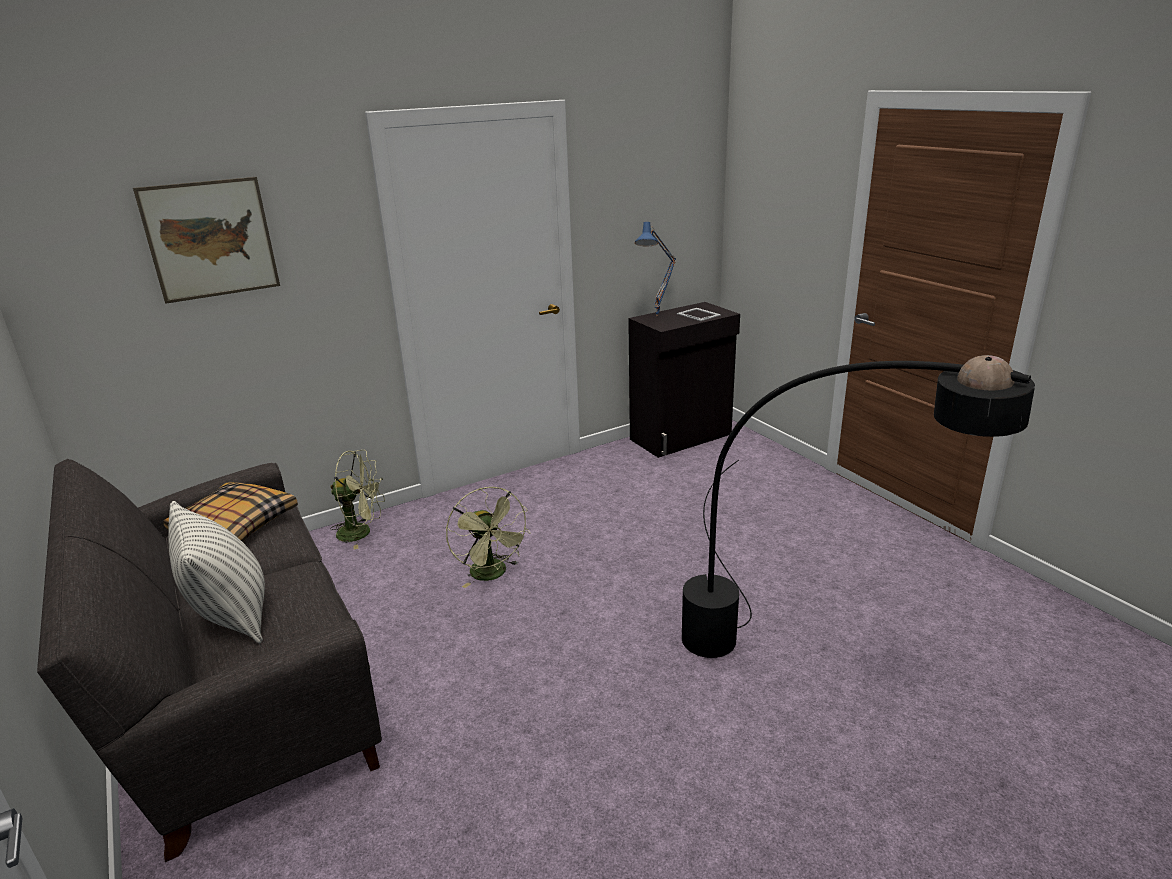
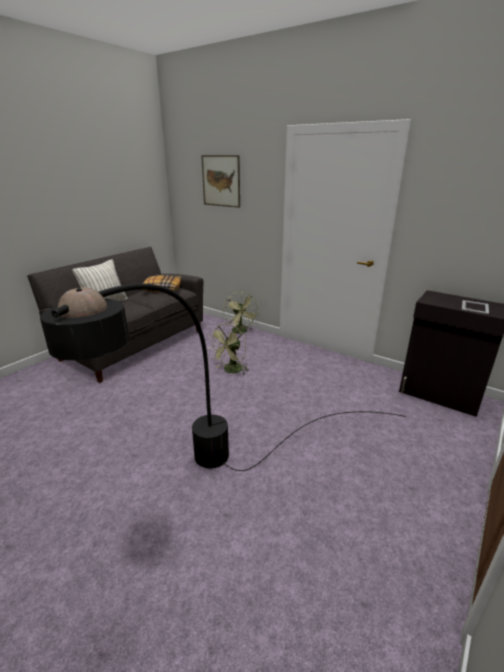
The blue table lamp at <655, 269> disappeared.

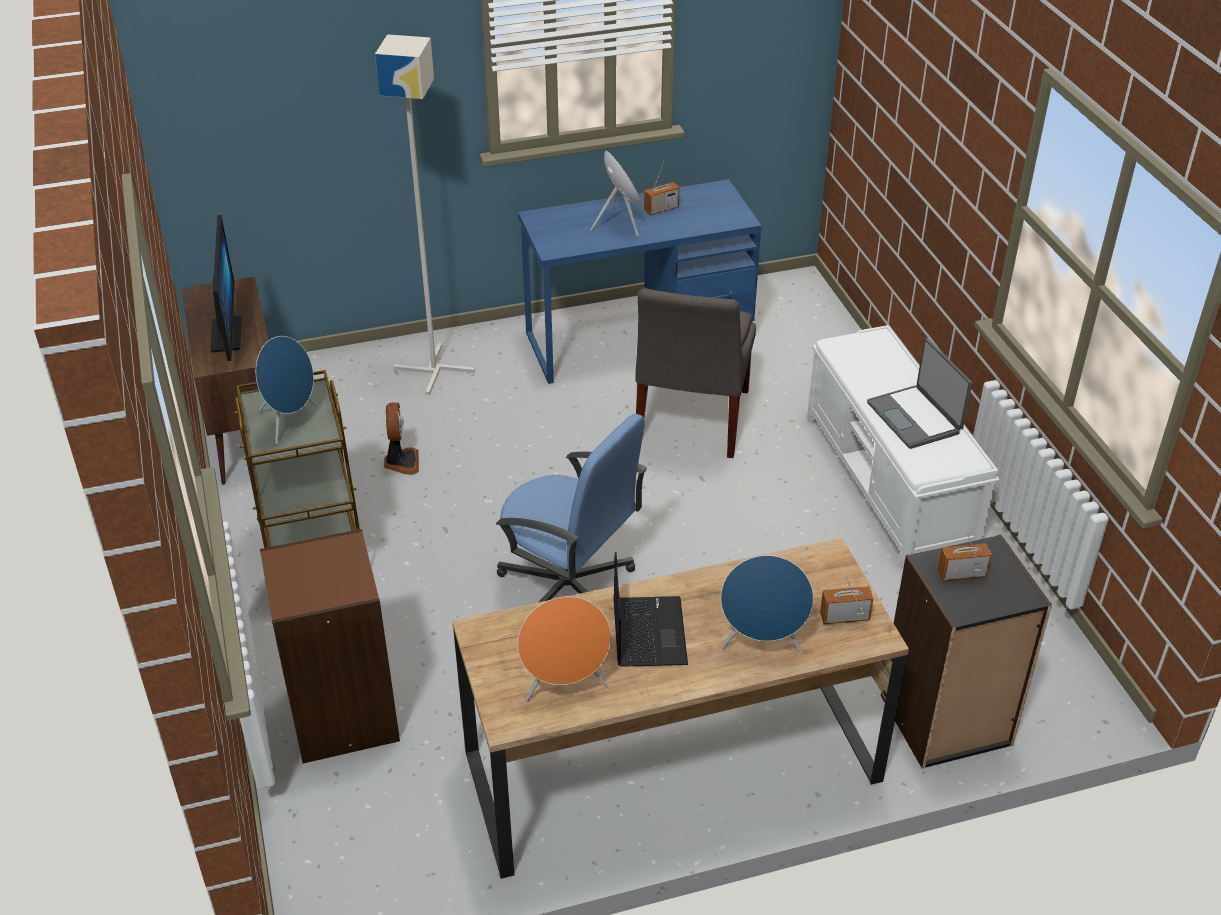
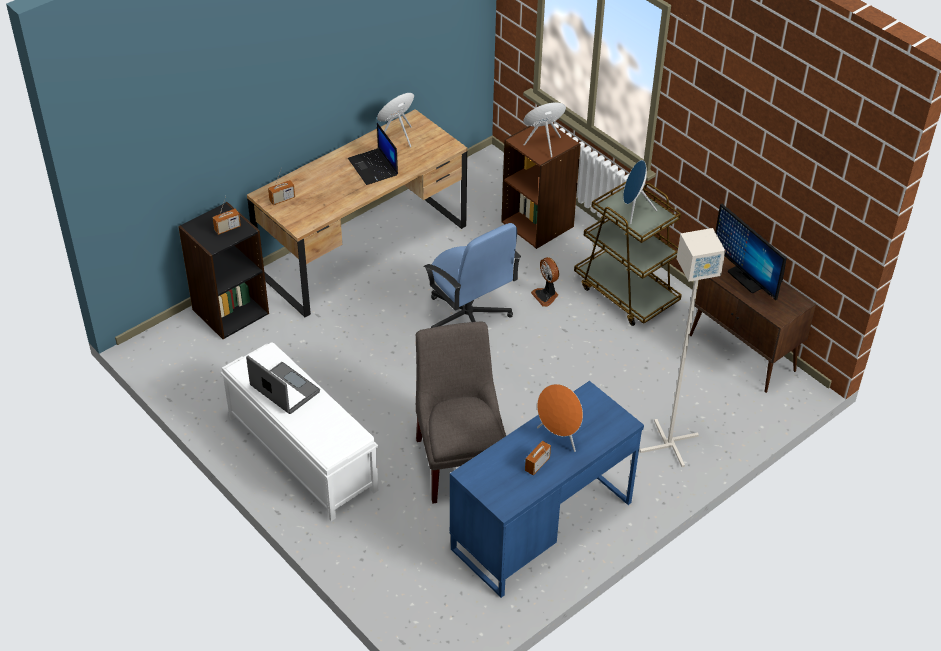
The fan moved from <401, 438> to <545, 282>. The blue office chair at <571, 508> turned 135 degrees counterclockwise. The blue speaker moved from <767, 605> to <544, 129>.

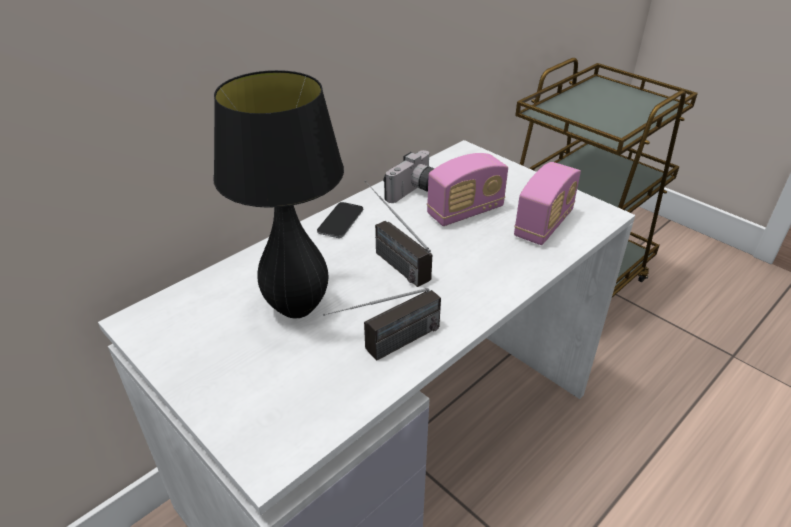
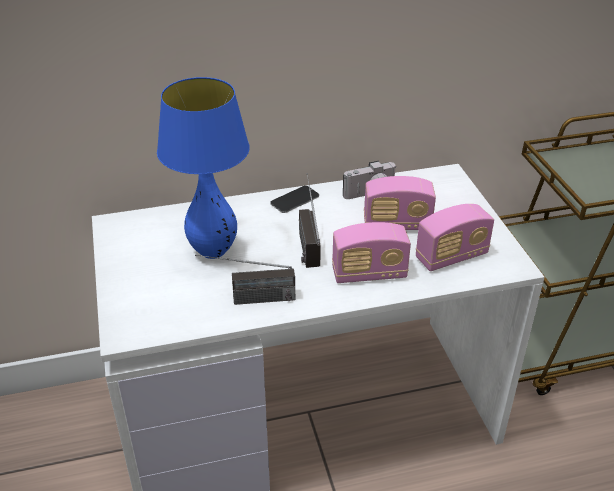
The black table lamp at <278, 194> became the blue table lamp at <203, 168>. The radio at <371, 252> appeared.

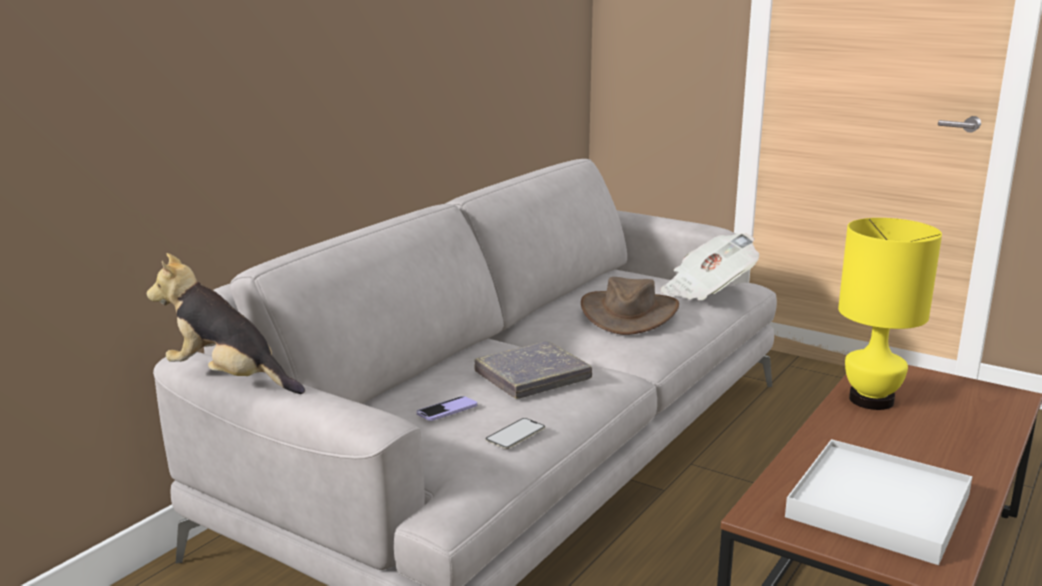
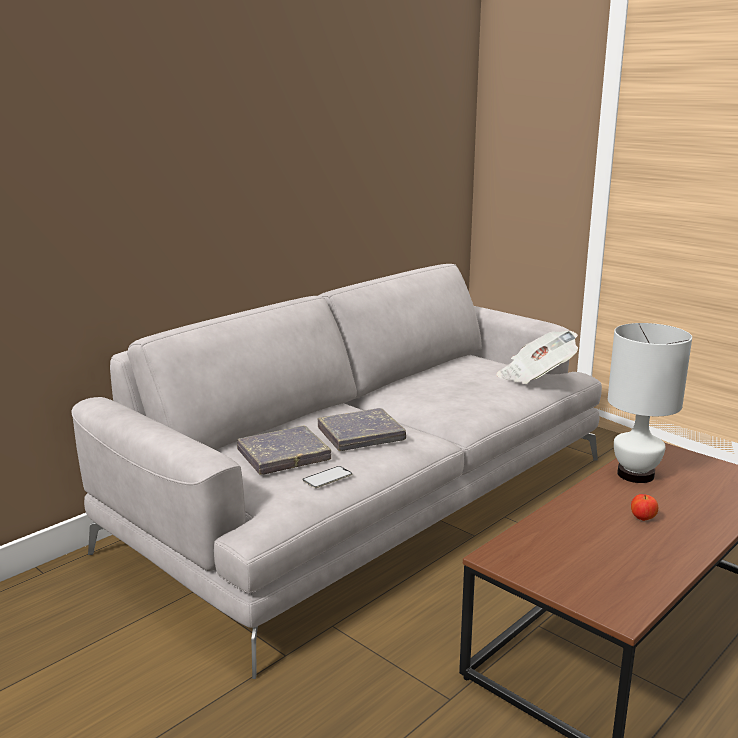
The plush toy at <226, 323> disappeared. The phone at <447, 408> was replaced by the grey book at <284, 450>. The brown hat at <630, 306> disappeared. The white tray at <878, 502> disappeared. The yellow table lamp at <890, 314> became the white table lamp at <650, 403>. The apple at <644, 507> appeared.

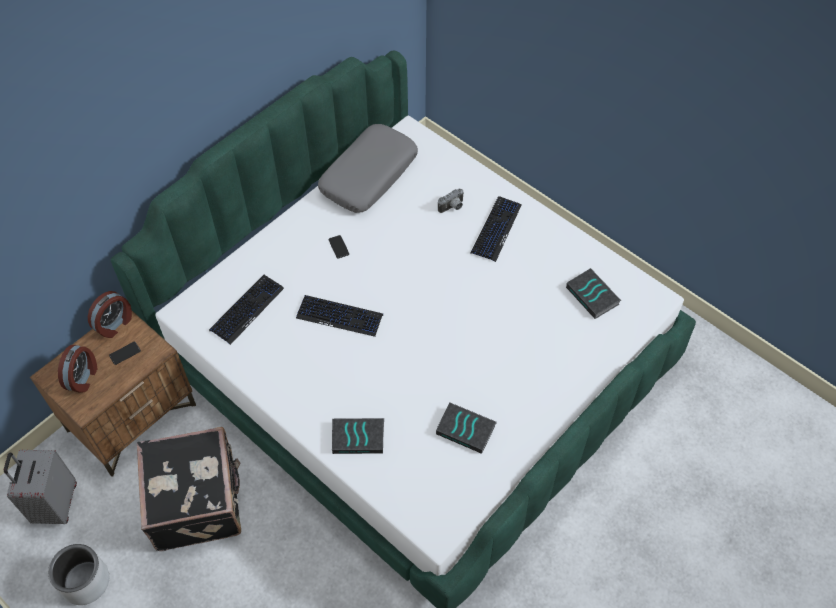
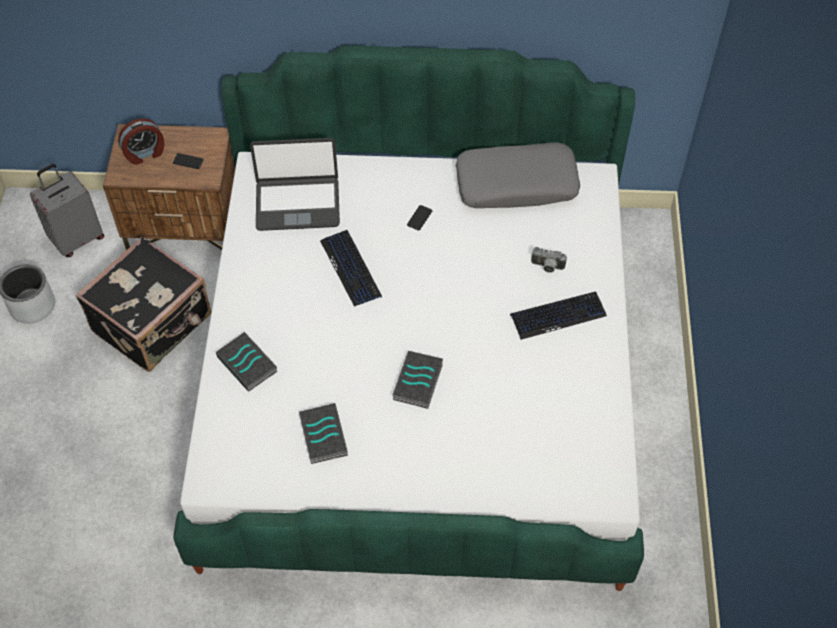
The alarm clock at <110, 314> disappeared. The keyboard at <246, 310> was replaced by the laptop at <295, 184>. The book moved from <593, 293> to <418, 380>.

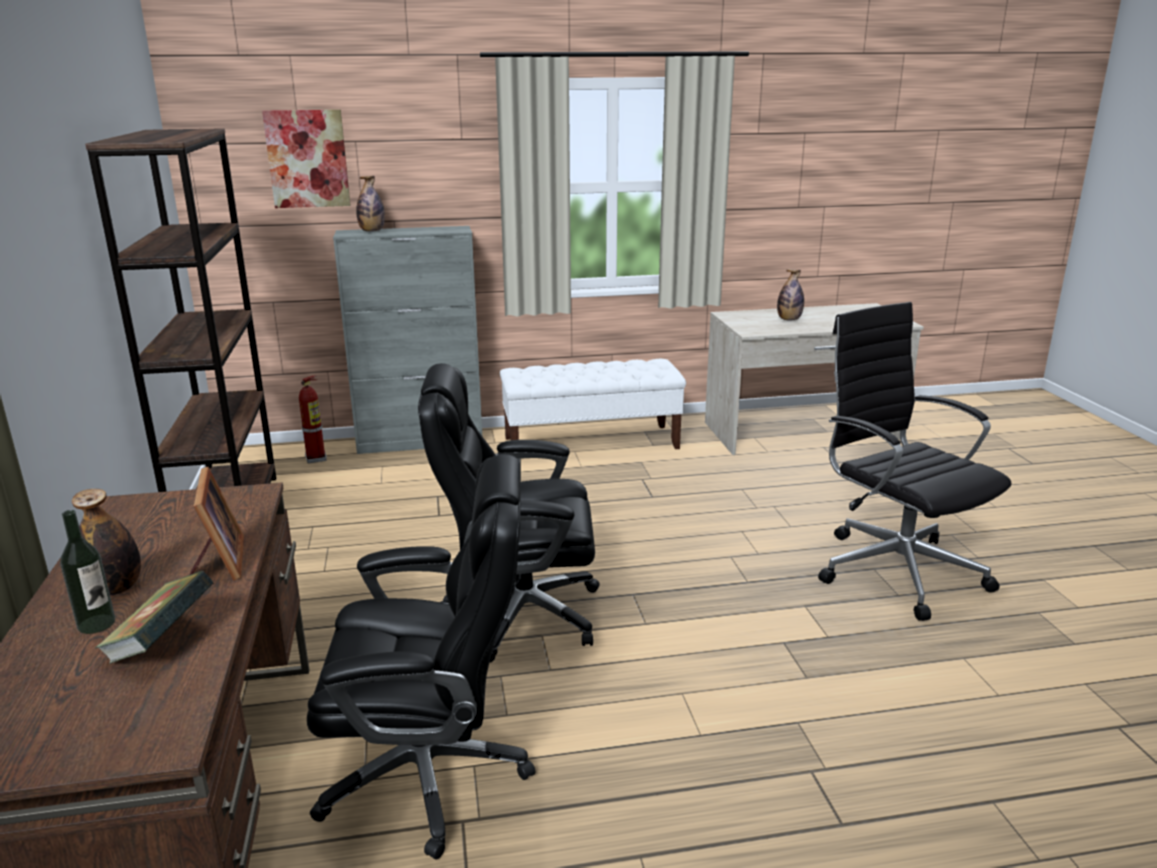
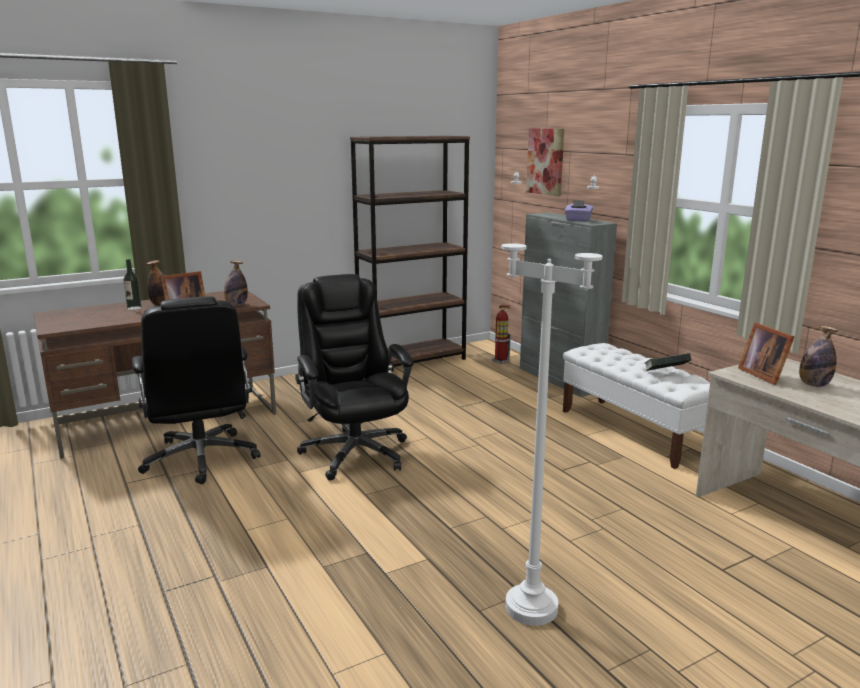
The book moved from <154, 617> to <668, 362>. The bottle moved from <370, 204> to <236, 283>. The black office chair at <914, 461> was replaced by the white floor lamp at <551, 398>. The purple tissue box at <578, 210> appeared. The picture frame at <766, 353> appeared.

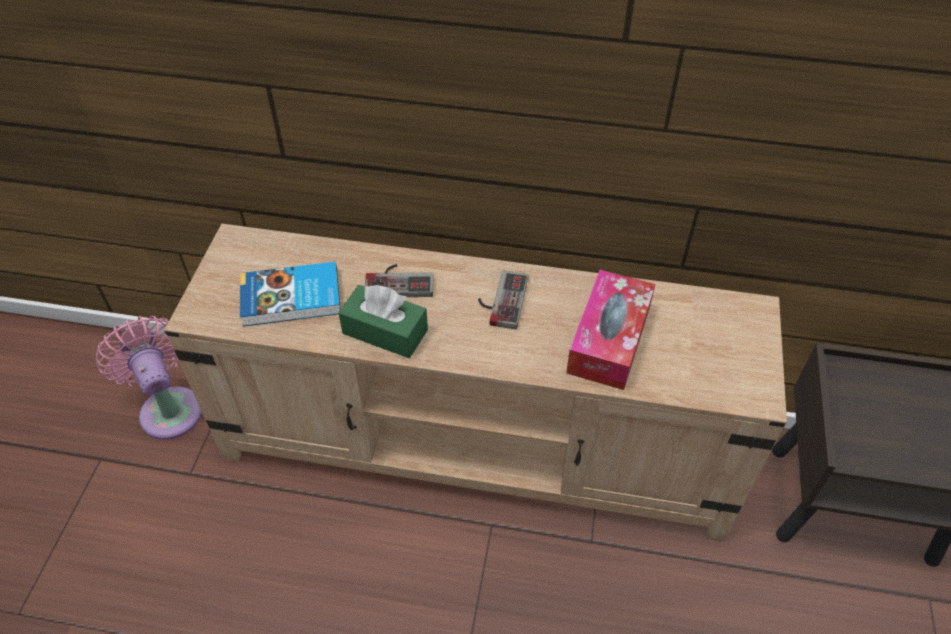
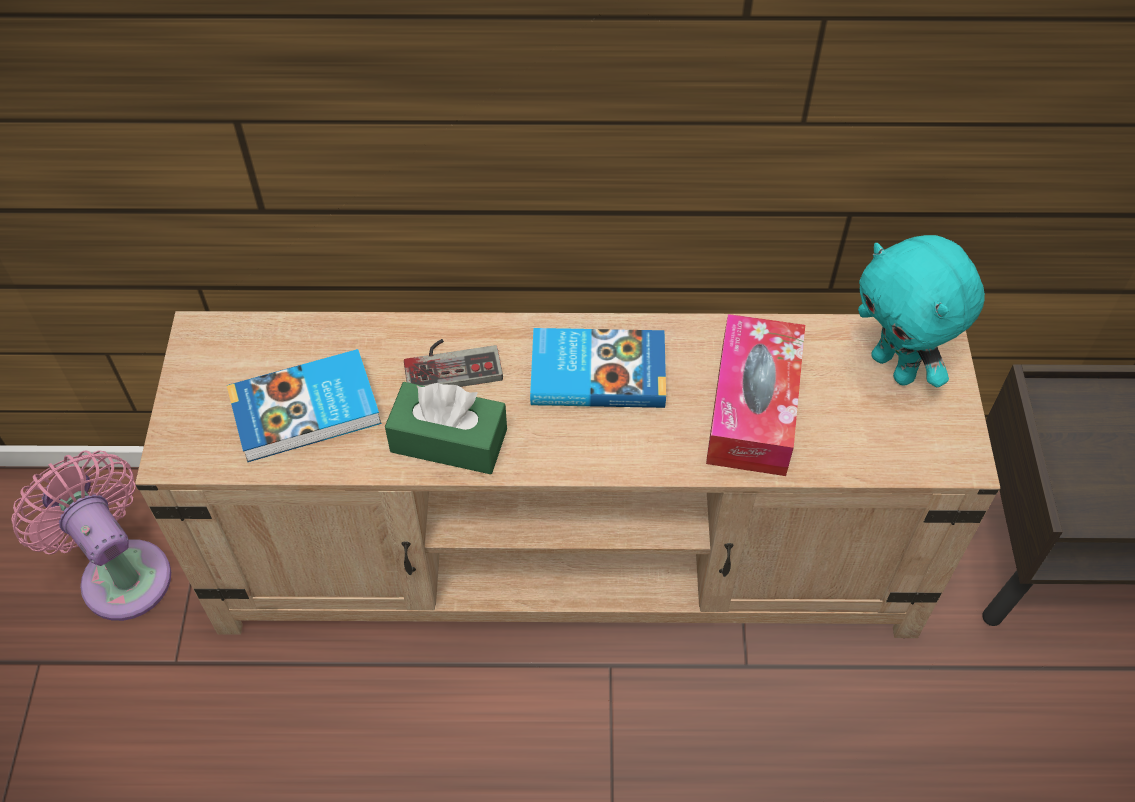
The game controller at <503, 300> was replaced by the book at <598, 368>. The turquoise plush toy at <921, 311> appeared.

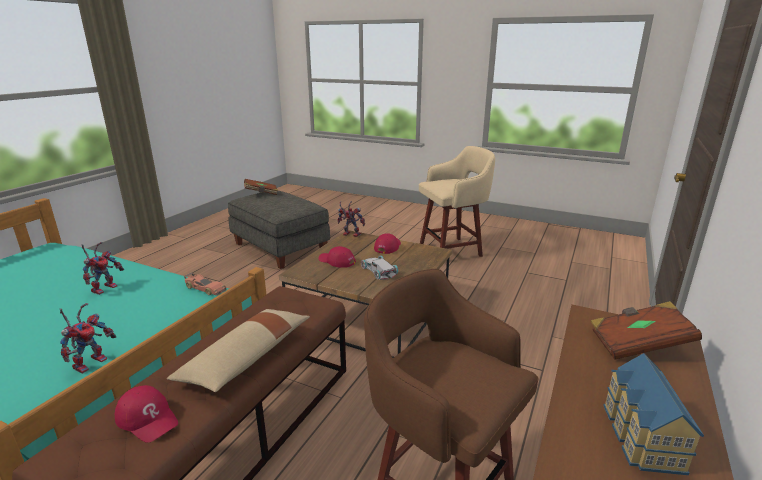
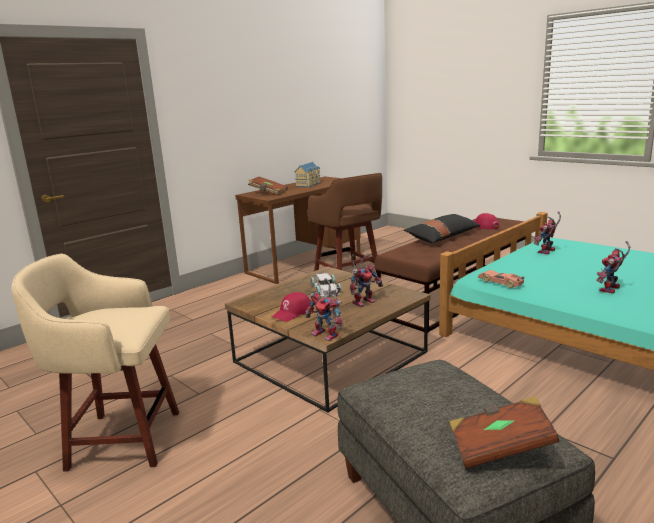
The beige pillow at <238, 350> became the black pillow at <442, 228>. The red cap at <337, 257> was replaced by the toy robot at <366, 280>.

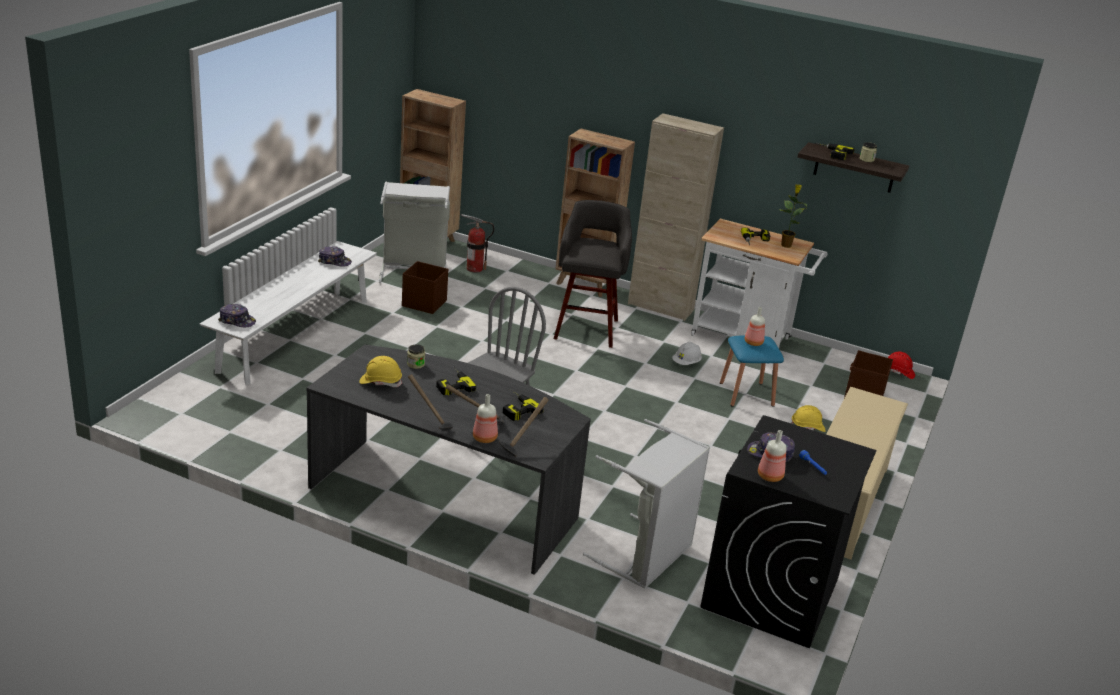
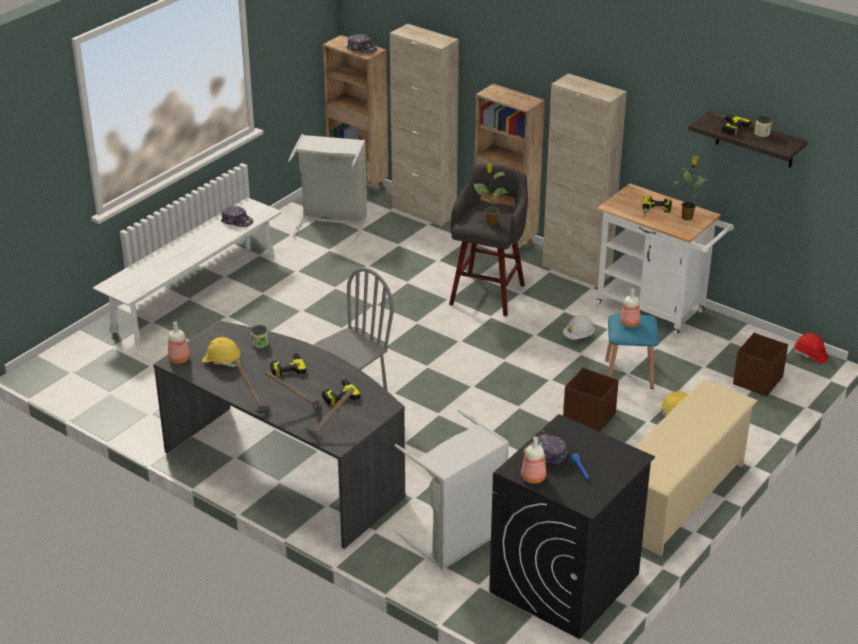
The cap moved from <237, 315> to <361, 43>. The brown storage box moved from <425, 287> to <591, 400>. The fire extinguisher at <478, 243> disappeared. The bottle moved from <485, 418> to <179, 342>. The beige cabinet at <424, 125> appeared. The potted plant at <491, 194> appeared.

